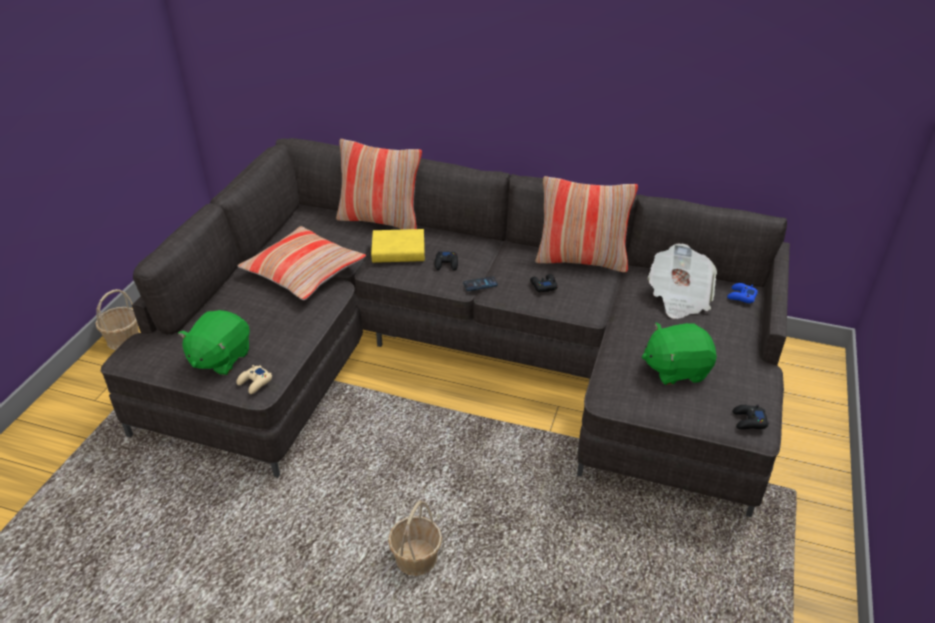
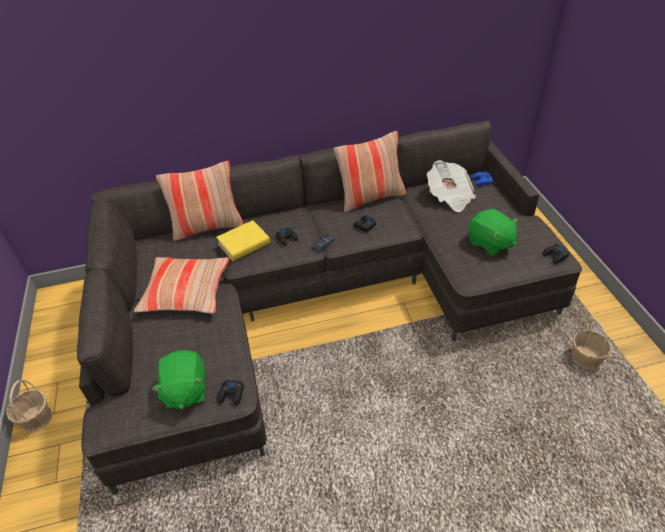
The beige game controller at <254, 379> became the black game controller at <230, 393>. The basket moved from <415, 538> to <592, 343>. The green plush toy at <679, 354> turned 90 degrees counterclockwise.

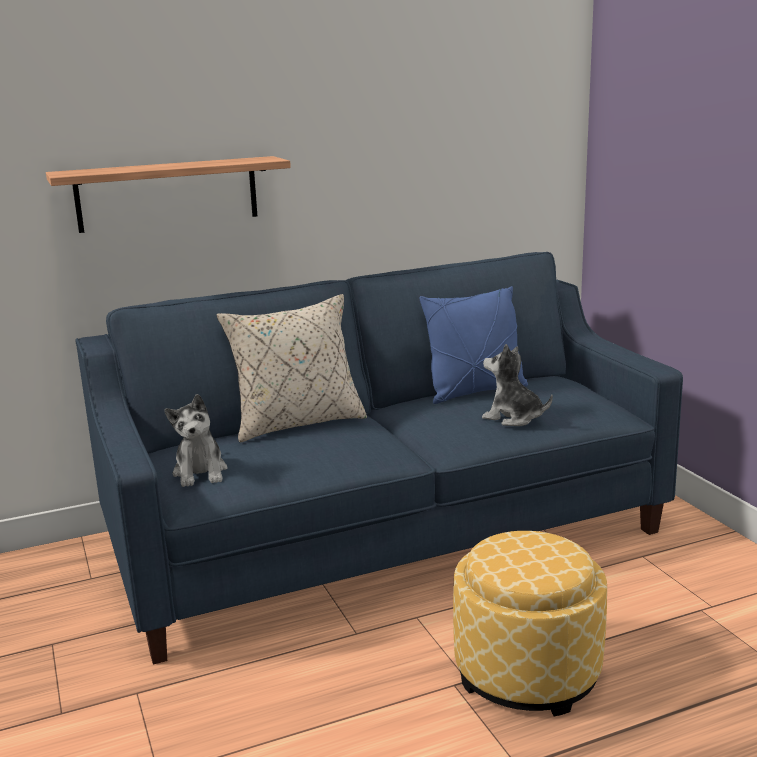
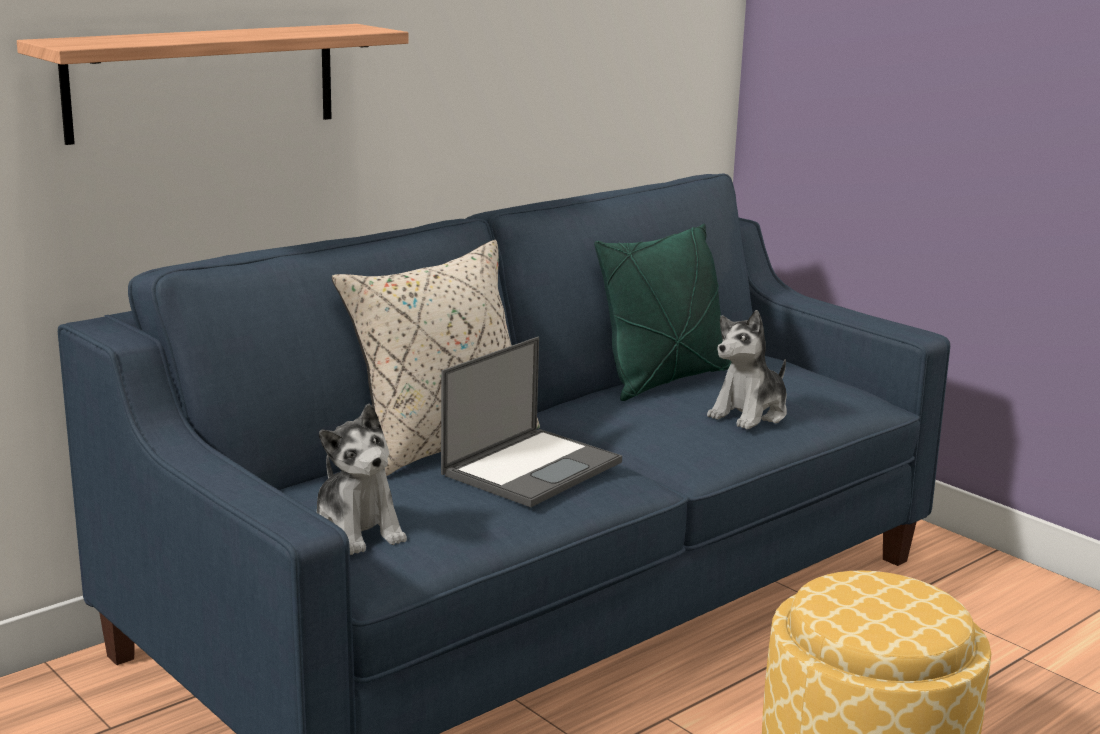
The blue pillow at <473, 345> became the green pillow at <662, 312>. The plush toy at <517, 385> turned 60 degrees counterclockwise. The laptop at <531, 422> appeared.

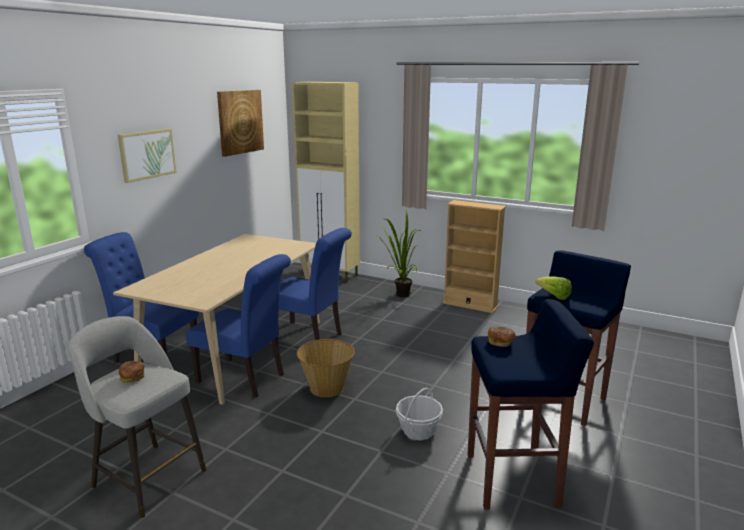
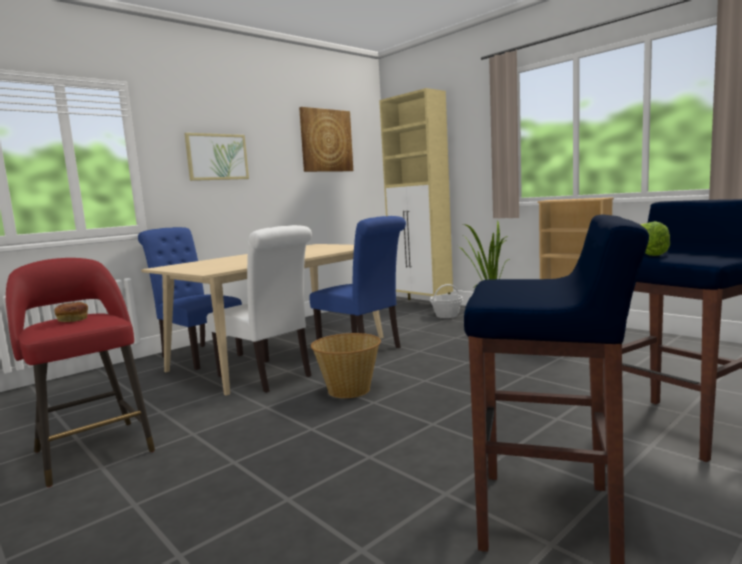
The grey stool at <137, 417> became the red stool at <80, 372>. The blue chair at <238, 326> became the white chair at <259, 309>. The basket moved from <419, 414> to <446, 301>. The bread at <502, 336> disappeared.

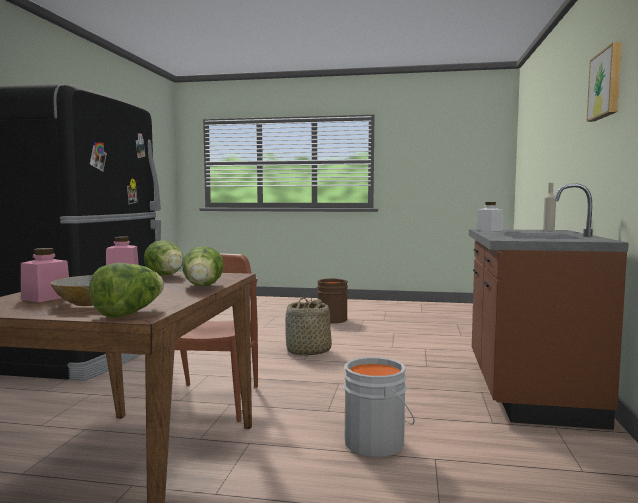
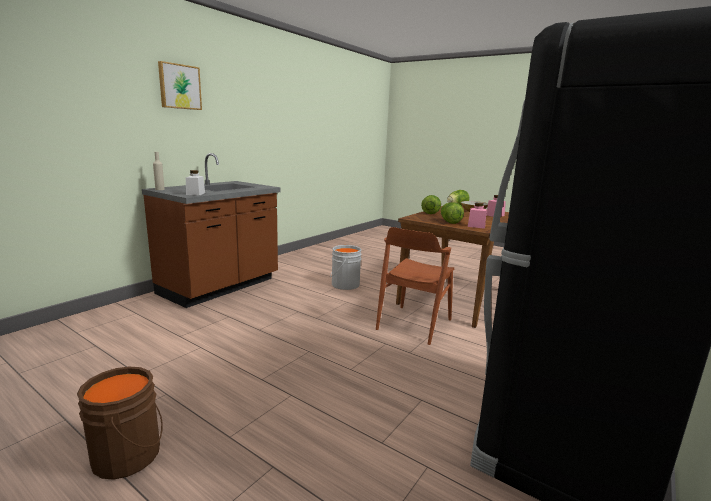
The basket at <308, 327> disappeared.

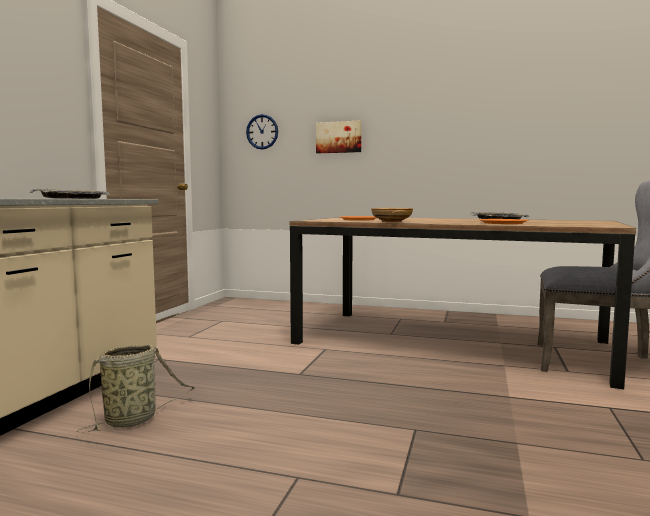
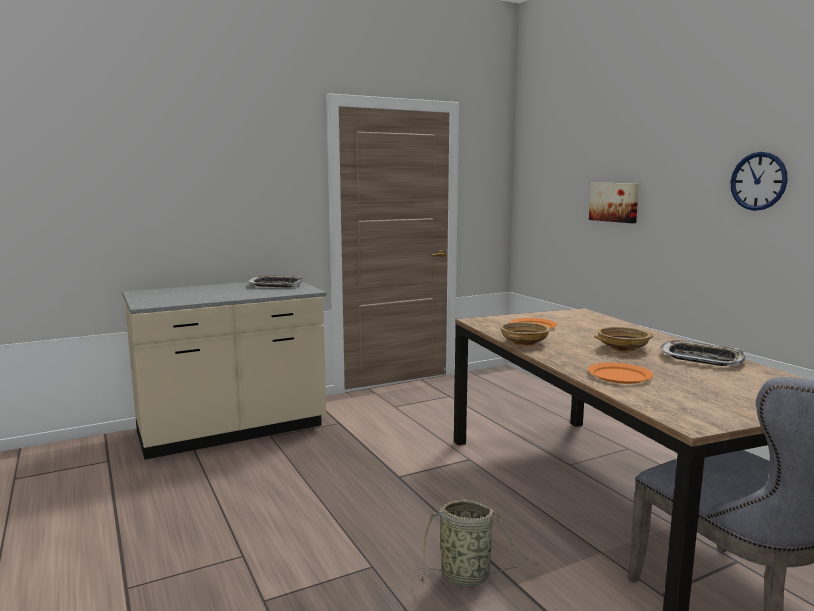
The basket moved from <136, 389> to <477, 543>. The wall clock moved from <262, 132> to <759, 181>. The beige bowl at <623, 339> appeared.

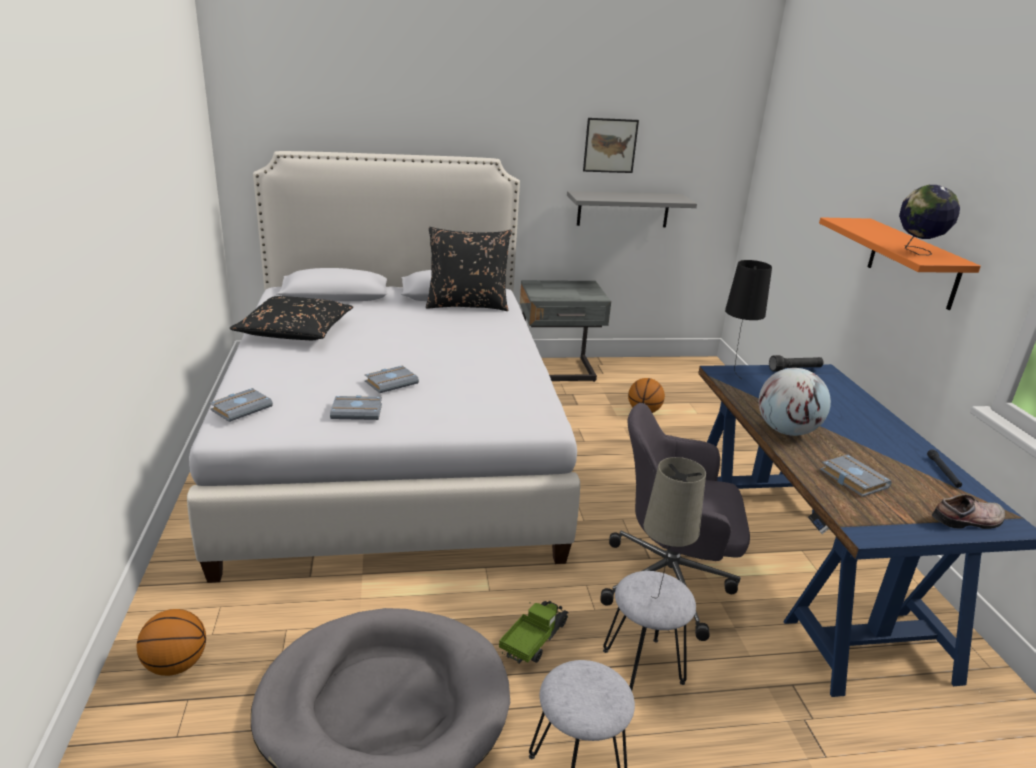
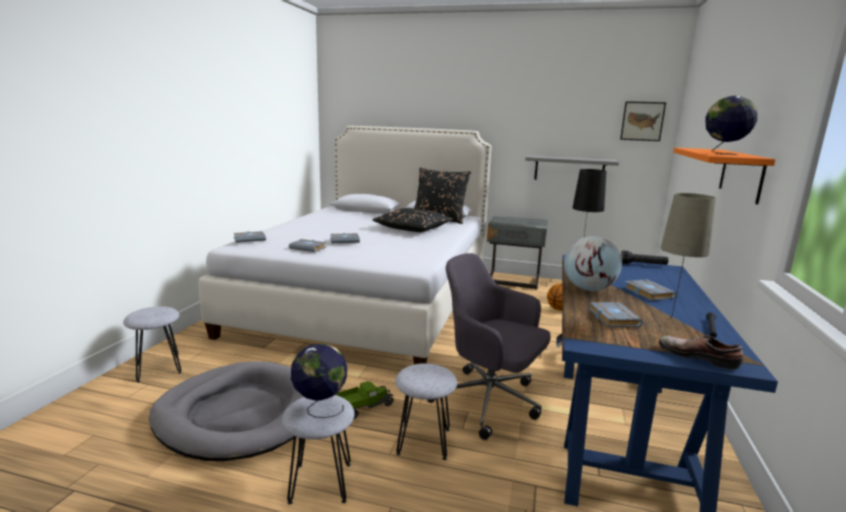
The basketball at <171, 642> was replaced by the grey stool at <152, 344>. The black pillow moved from <291, 318> to <412, 220>. The picture moved from <611, 145> to <643, 121>. The beige table lamp moved from <675, 527> to <688, 256>. The shoe at <968, 511> turned 150 degrees counterclockwise. The globe at <319, 380> appeared. The grey book at <650, 290> appeared.

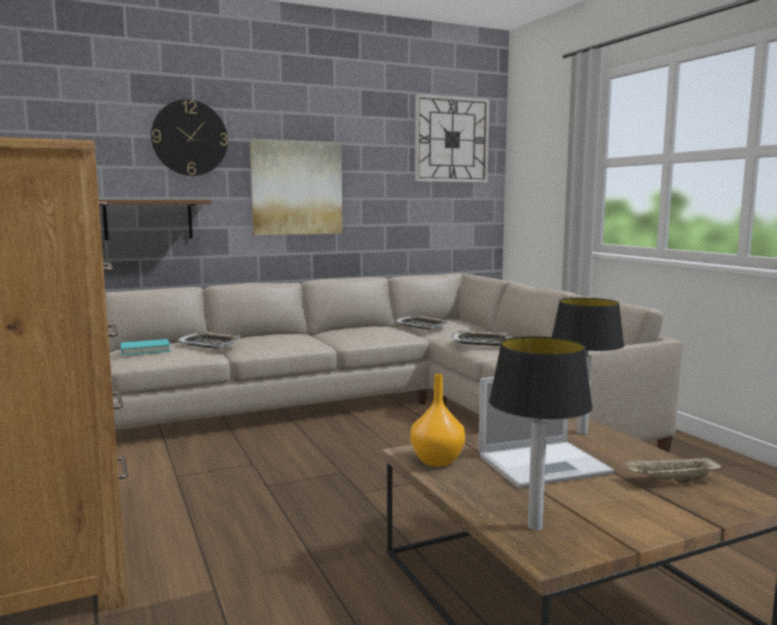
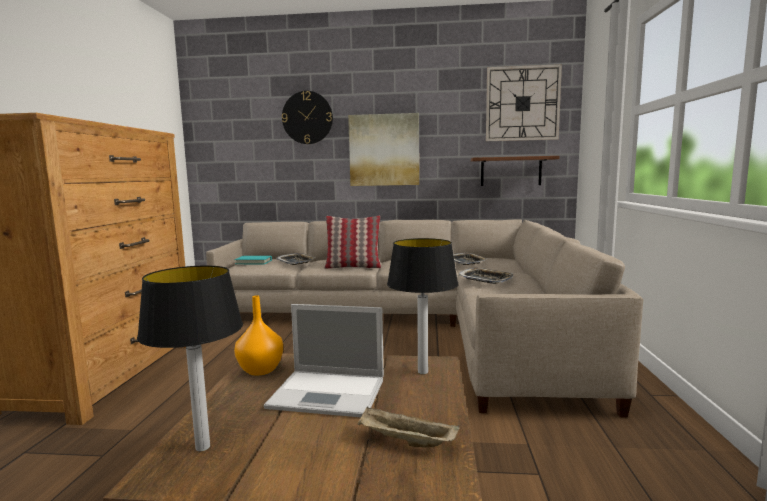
The brown shelf moved from <155, 220> to <515, 171>. The pillow at <352, 242> appeared.

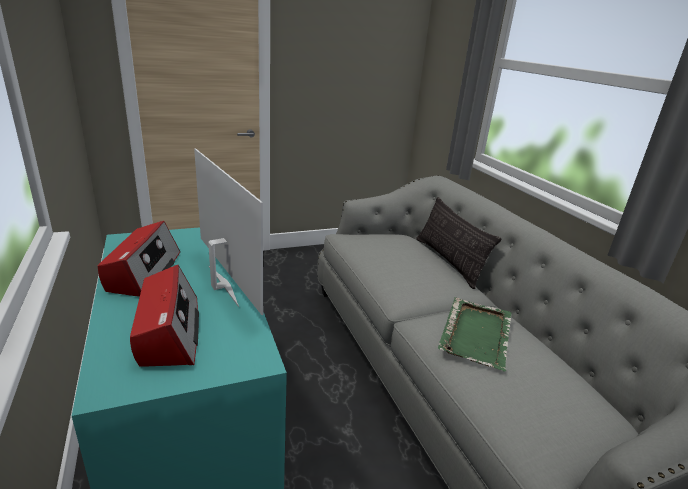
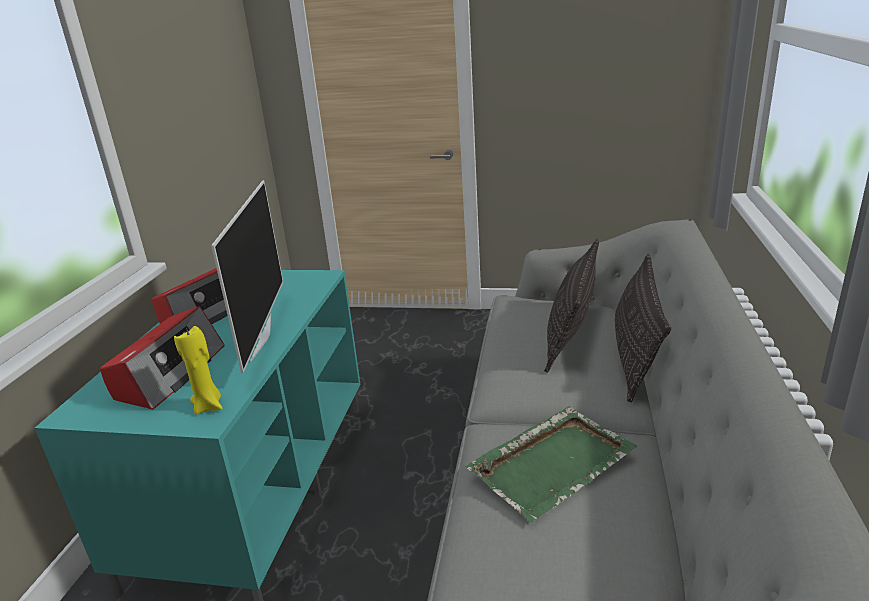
The yellow candle at <198, 370> appeared. The pillow at <571, 306> appeared.

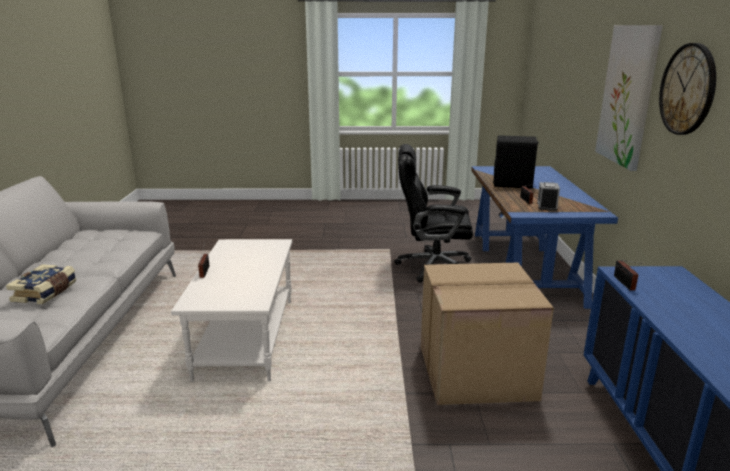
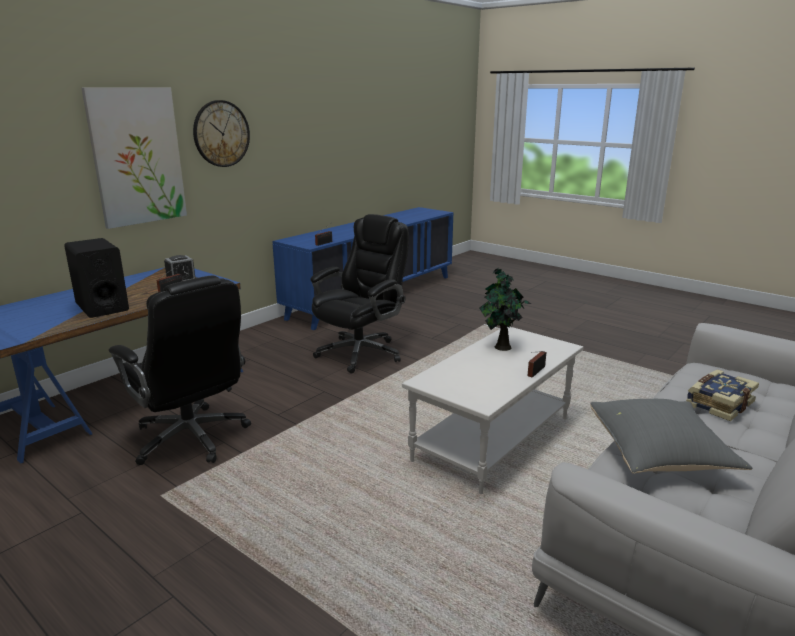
The cardboard box at <487, 334> was replaced by the black office chair at <360, 294>. The potted plant at <505, 309> appeared. The grey pillow at <671, 436> appeared.

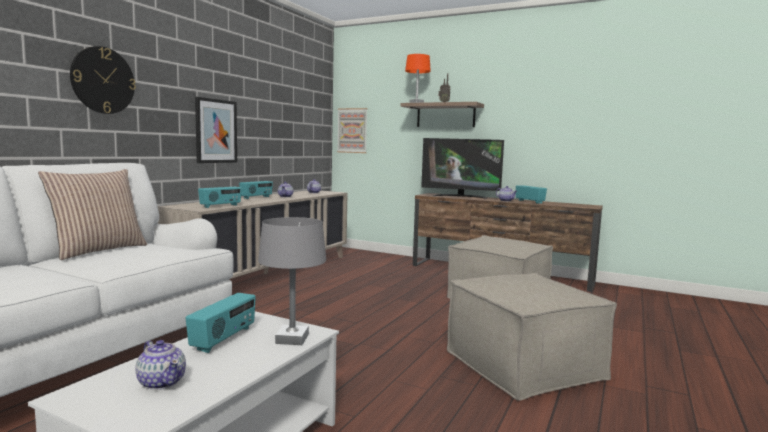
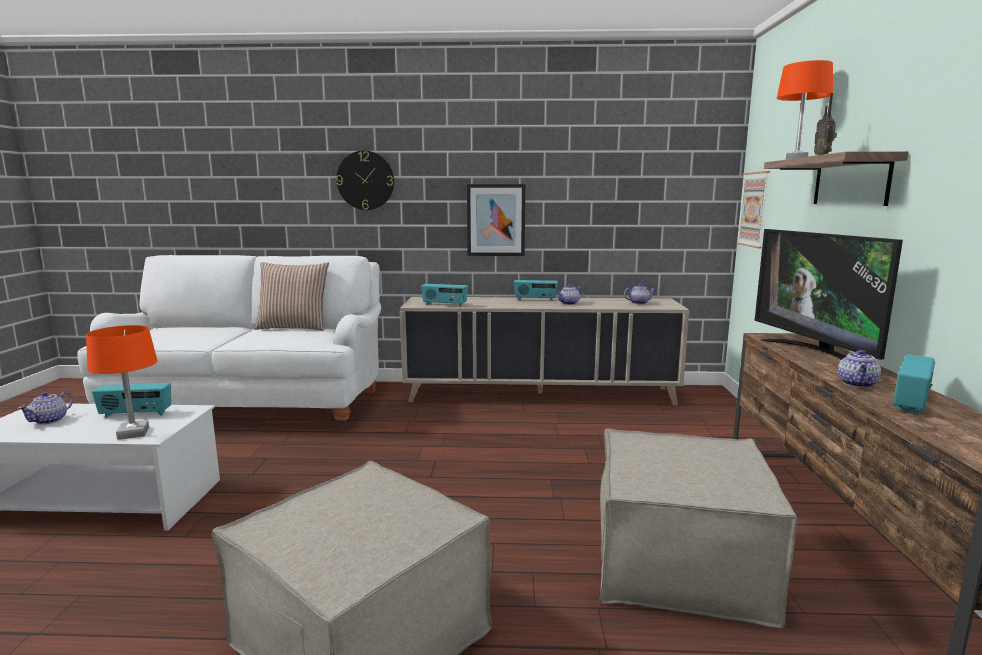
The grey table lamp at <292, 281> became the orange table lamp at <121, 382>.

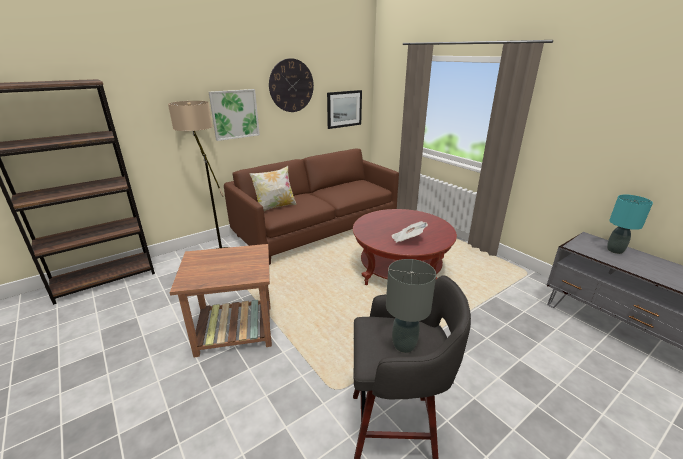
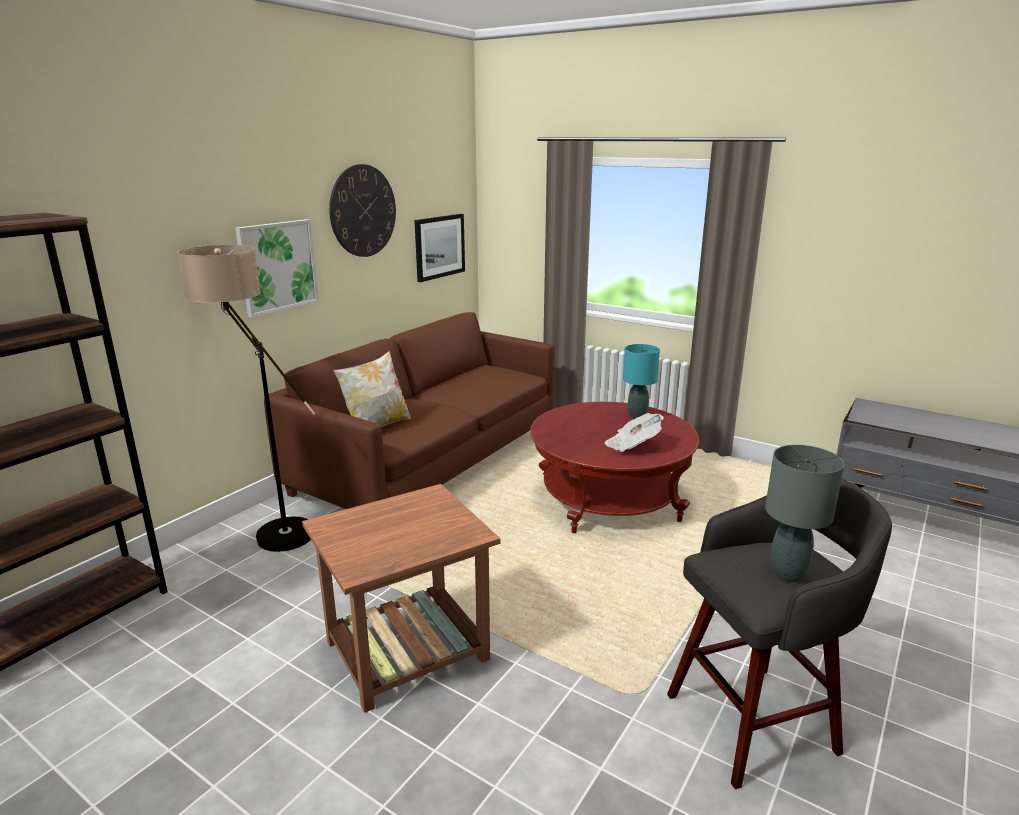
The turquoise table lamp moved from <630, 224> to <641, 381>.

